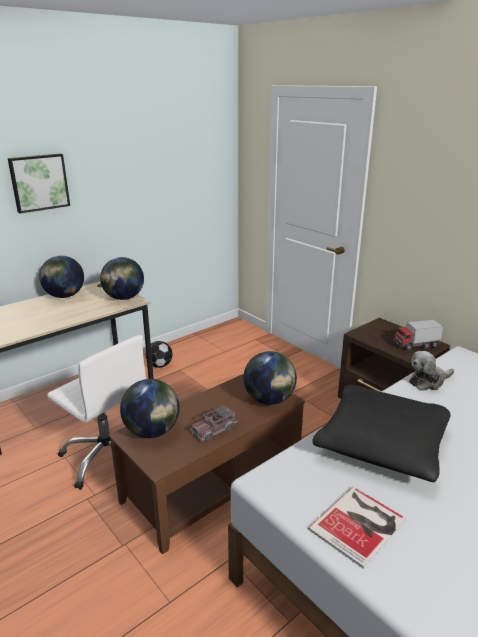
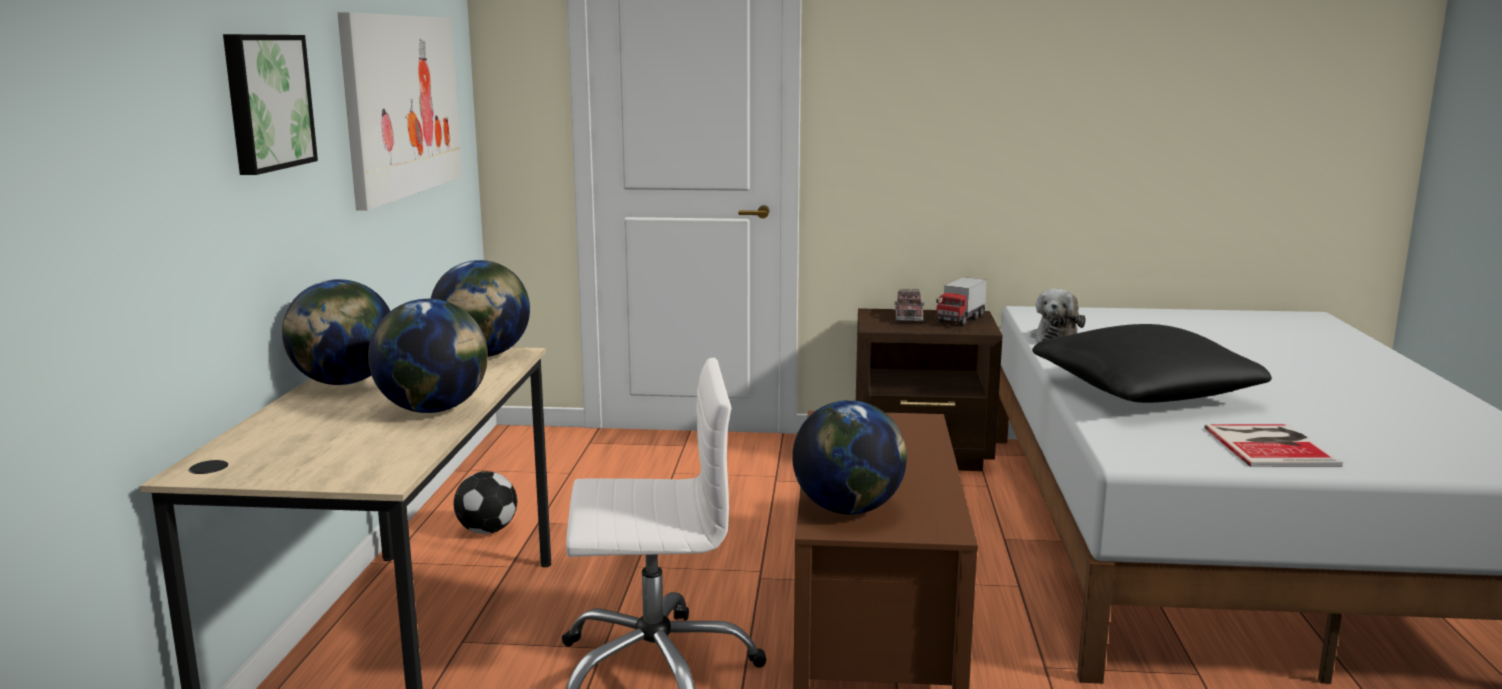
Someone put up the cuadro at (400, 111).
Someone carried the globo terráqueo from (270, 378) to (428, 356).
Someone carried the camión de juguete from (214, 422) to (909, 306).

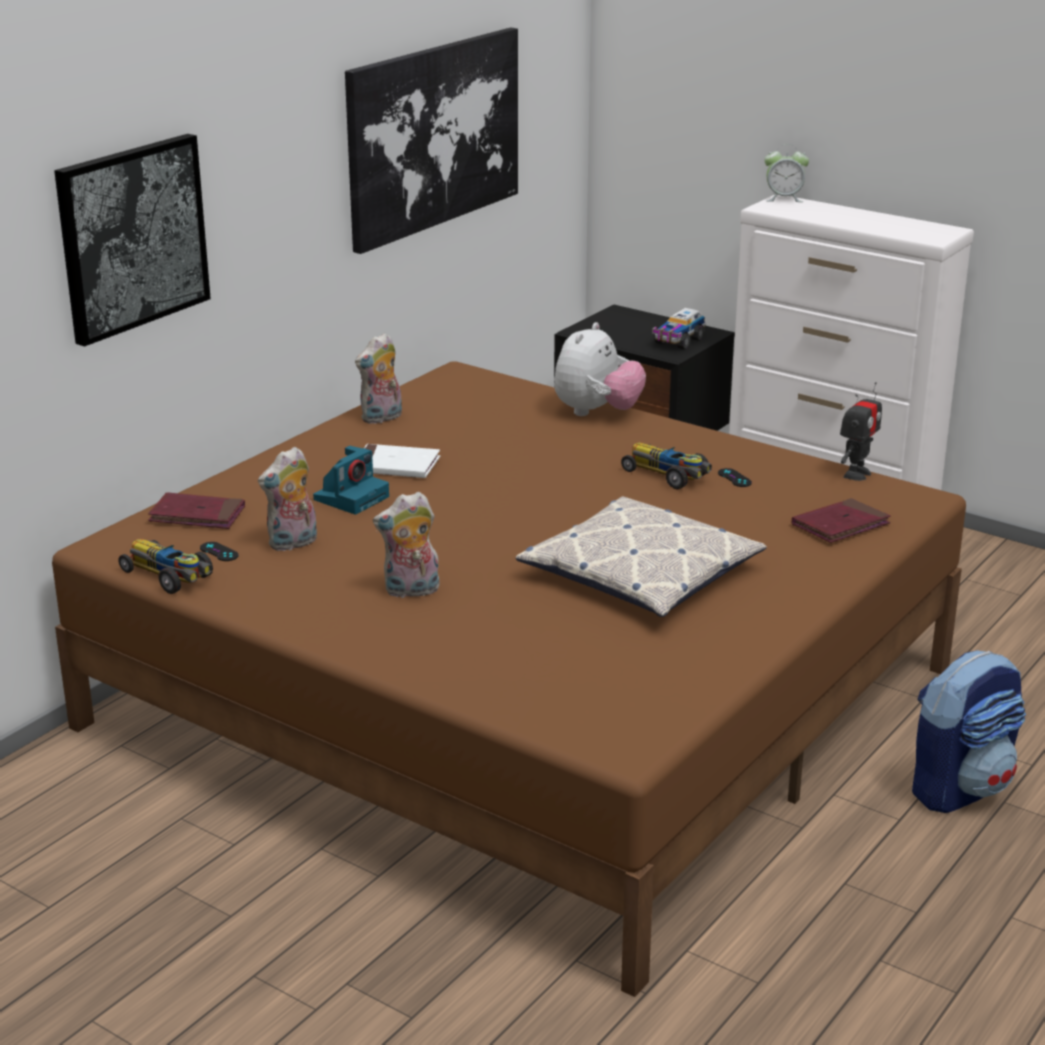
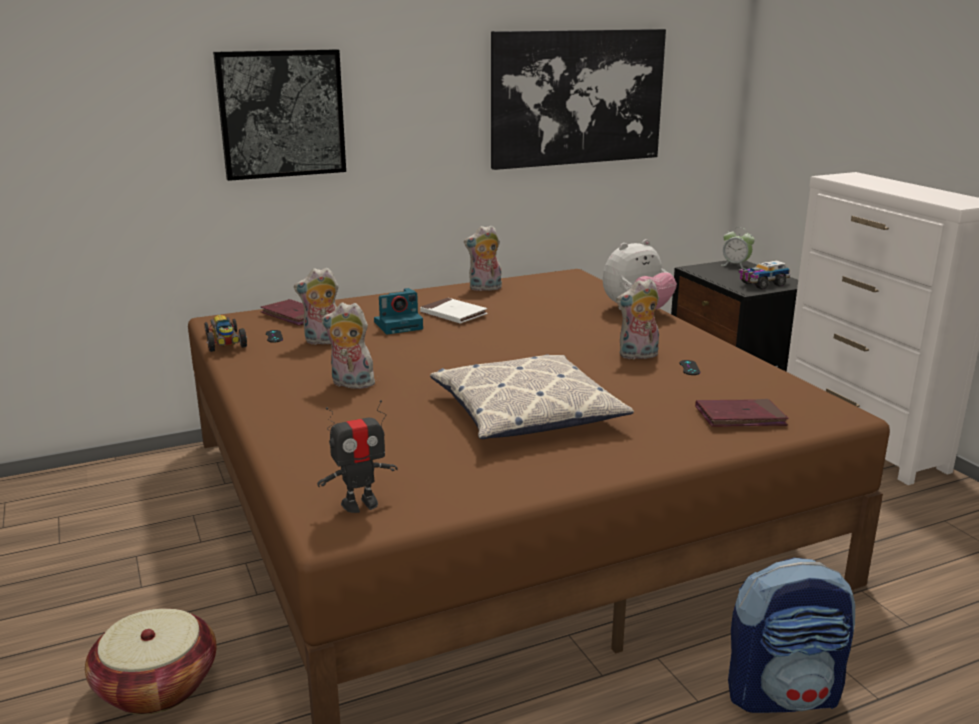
Someone put down the cesta at (151, 661).
Someone carried the robot de juguete from (861, 431) to (357, 456).
Someone swapped the coche de juguete at (666, 466) for the peluche at (637, 319).
Someone carried the despertador from (786, 173) to (738, 248).

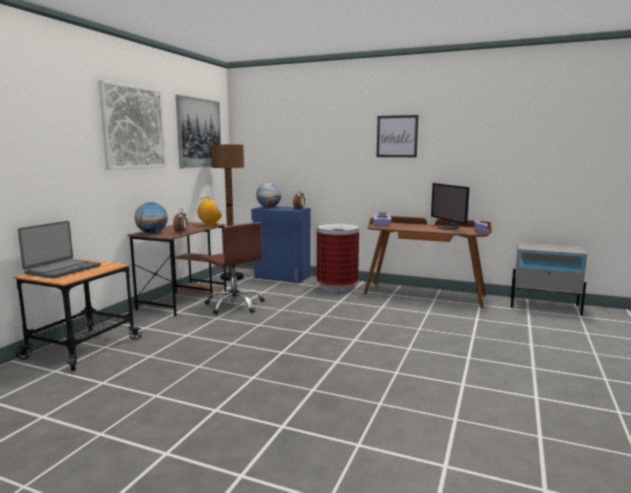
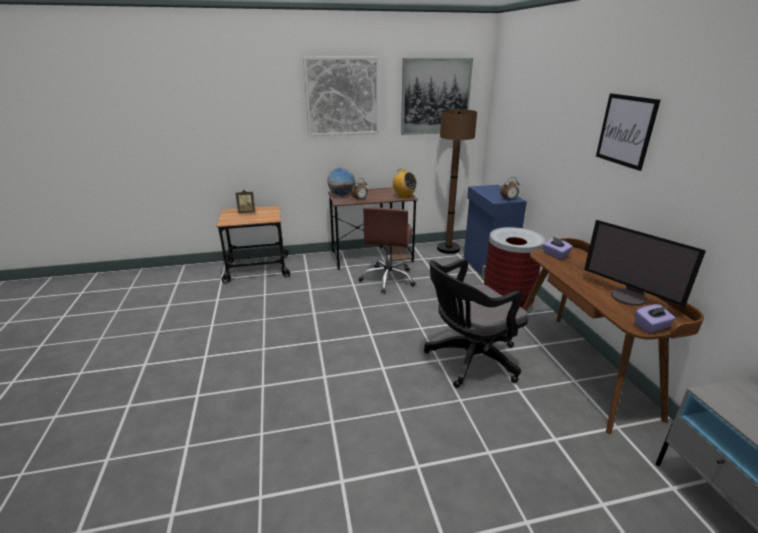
Someone swapped the portátil at (59, 249) for the portarretratos at (245, 201).
Someone put down the silla de oficina (negro) at (476, 323).
Someone rotated the monitor at (450, 206) by 75 degrees counterclockwise.
Someone took away the globo terráqueo at (268, 195).

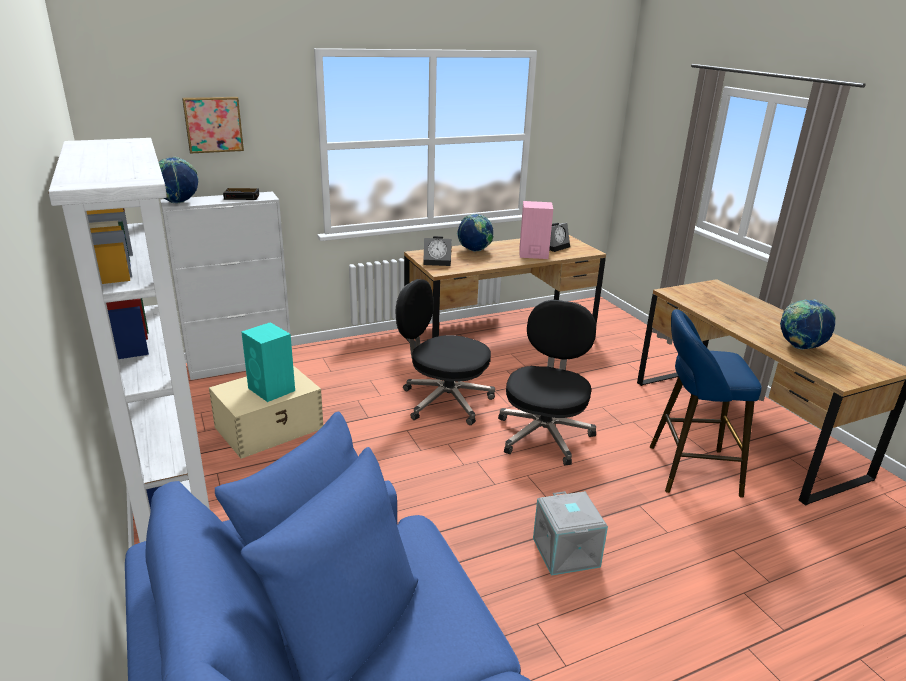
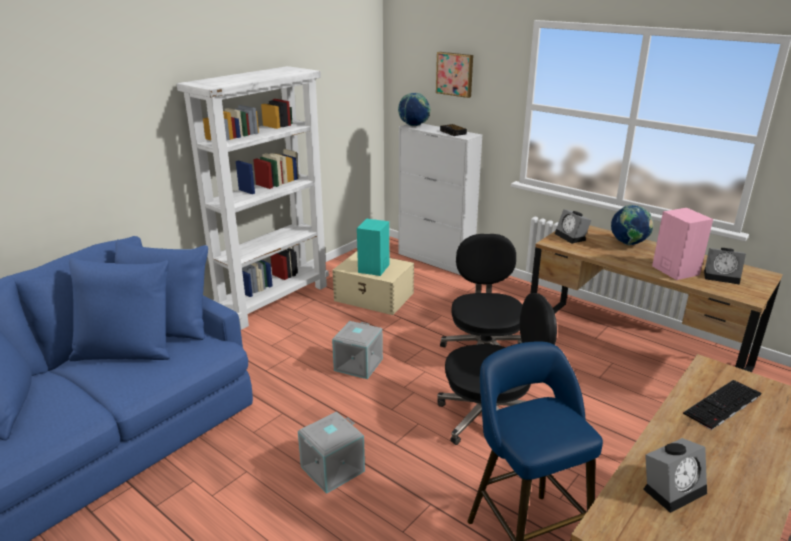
Someone put down the caja de almacenaje (gris) at (357, 350).
Someone swapped the globo terráqueo at (808, 324) for the despertador at (675, 475).
Someone put down the teclado at (722, 405).

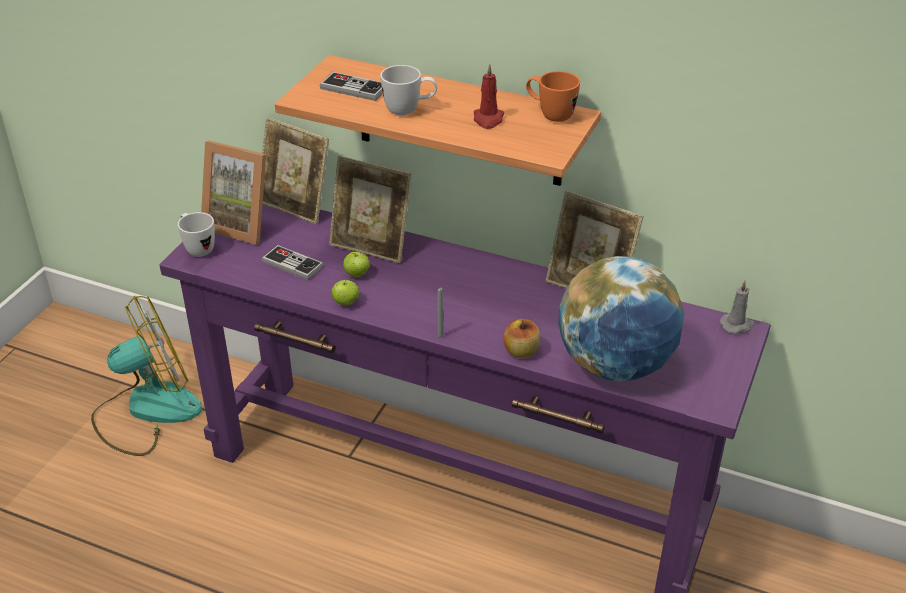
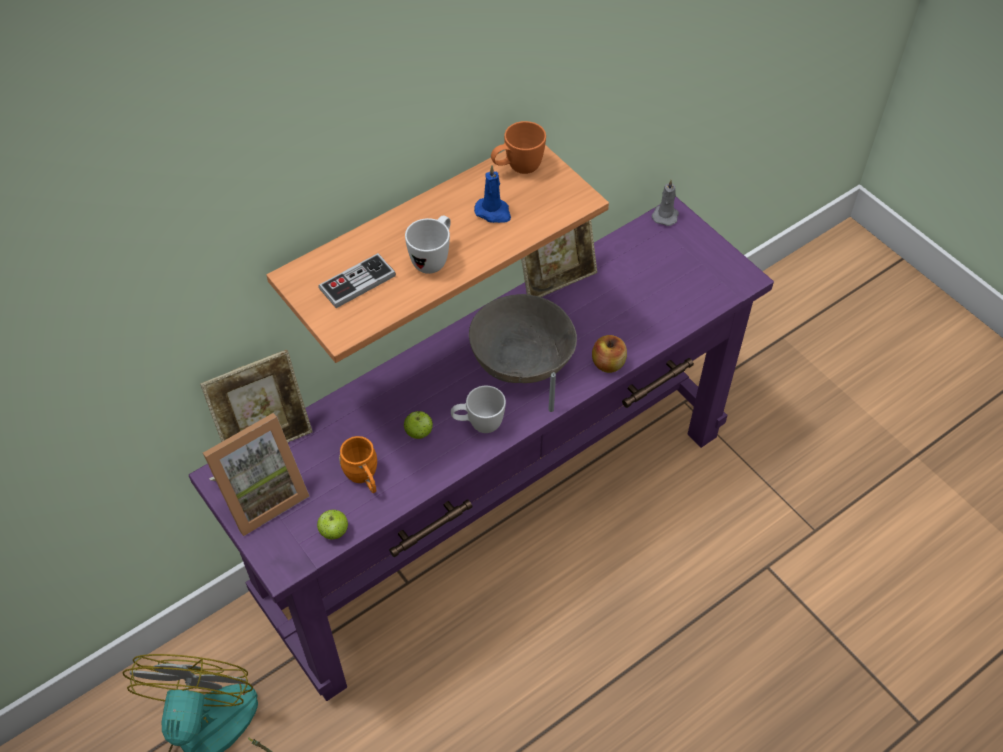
Someone carried the manzana from (345, 292) to (332, 524).
Someone swapped the mando de consola at (293, 262) for the taza grande (naranja) at (358, 464).
Someone carried the taza grande (blanco) from (196, 234) to (478, 409).
Someone put down the cuenco (gris) at (523, 338).
Someone repainted the vela (rojo) at (489, 96), which became the vela (azul) at (492, 194).
Someone took away the portarretratos at (370, 209).
Someone took away the globo terráqueo at (621, 319).

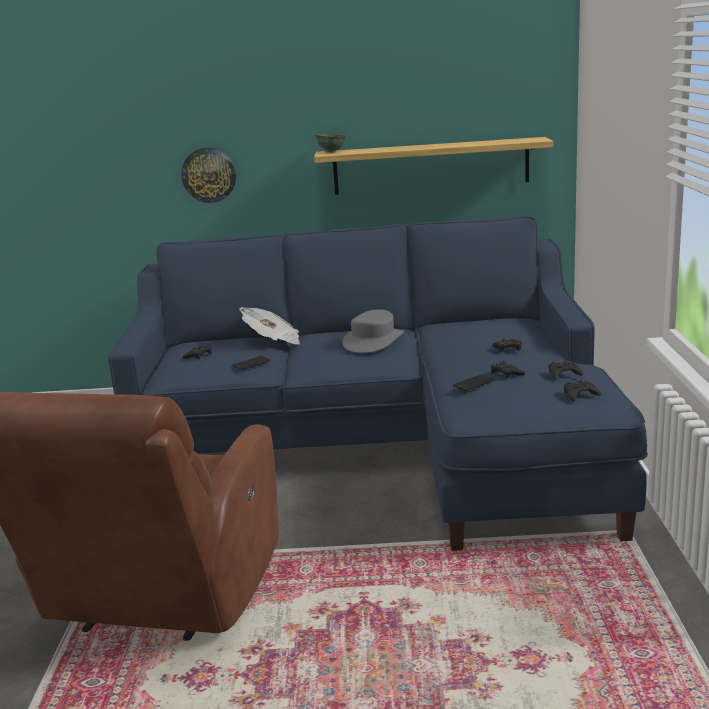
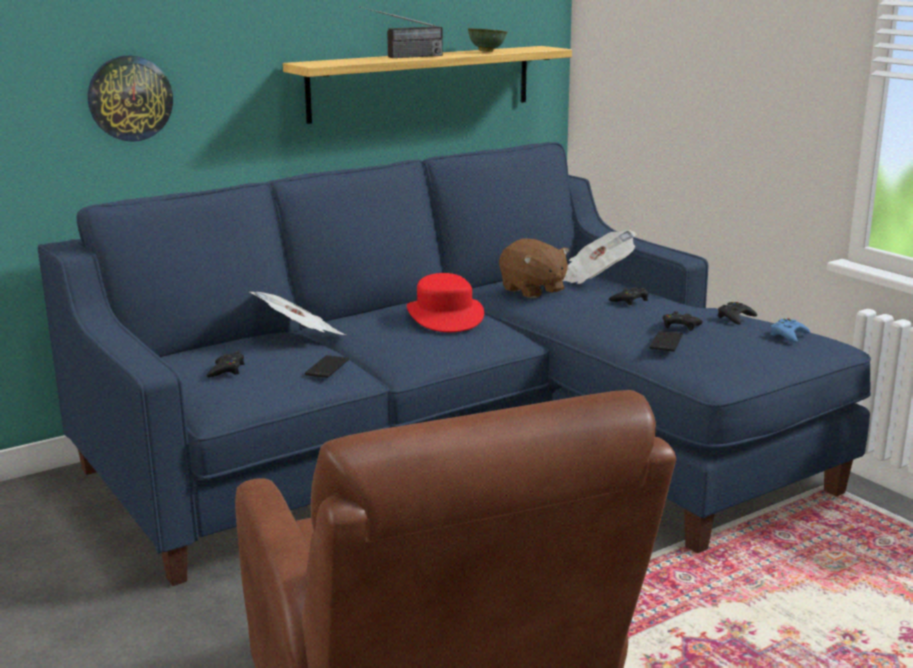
Someone put down the radio at (401, 32).
Someone repainted the sombrero (gris) at (373, 331), which became the sombrero (rojo) at (445, 302).
Someone carried the cuenco (verde) from (330, 143) to (487, 40).
Someone put down the peluche (marrón) at (534, 268).
Someone put down the periódico at (599, 257).
Someone repainted the mando de consola (negro) at (582, 390), which became the mando de consola (azul) at (790, 330).

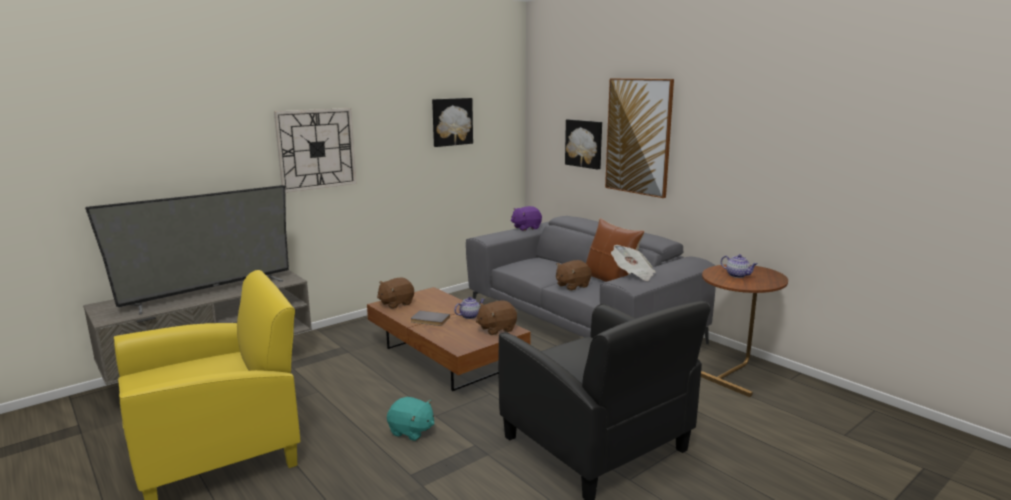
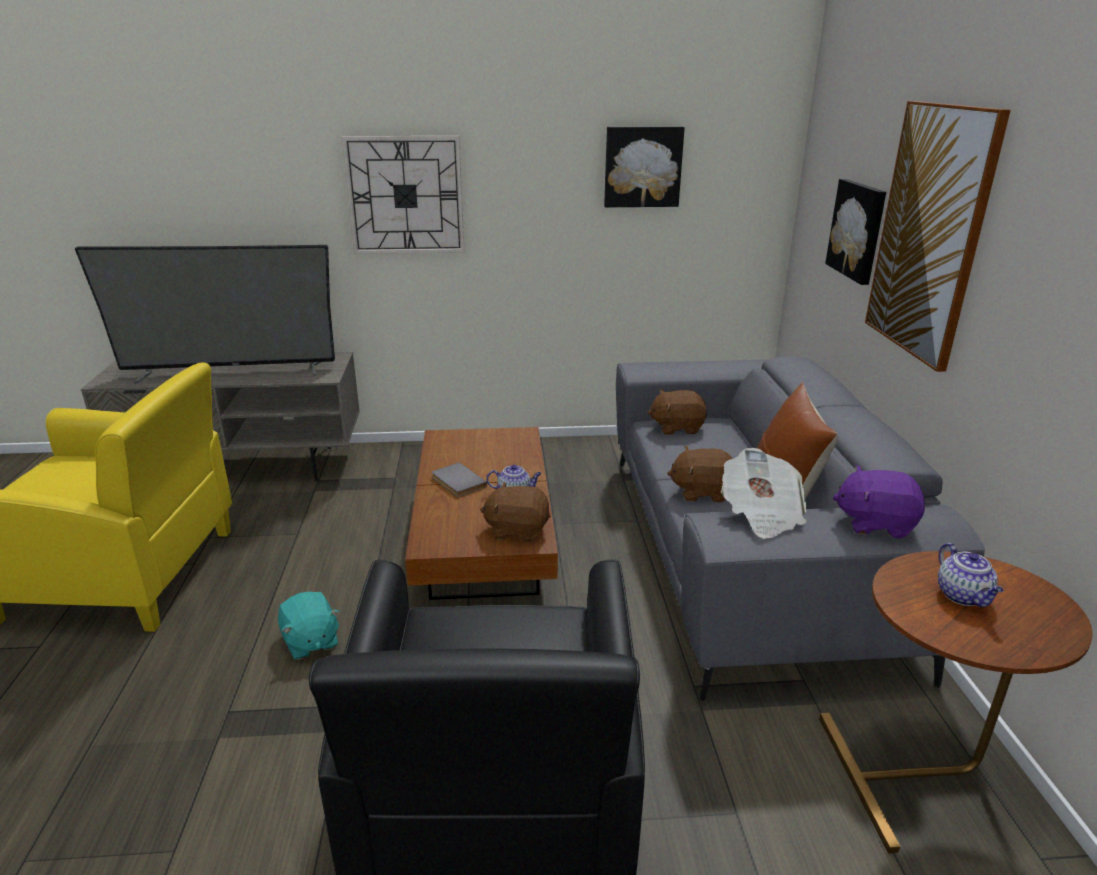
Someone carried the peluche (marrón) from (395, 293) to (677, 412).
Someone carried the peluche (morado) from (526, 218) to (879, 501).

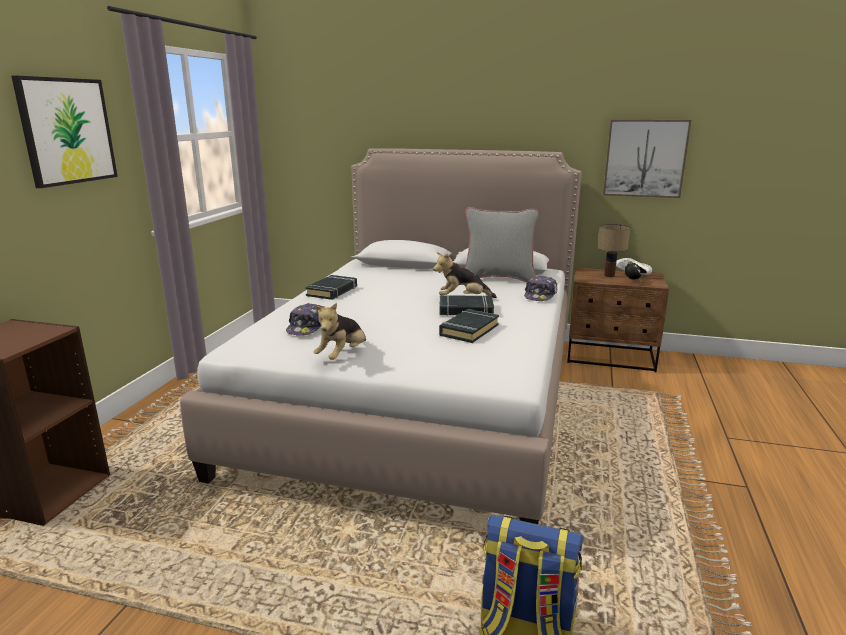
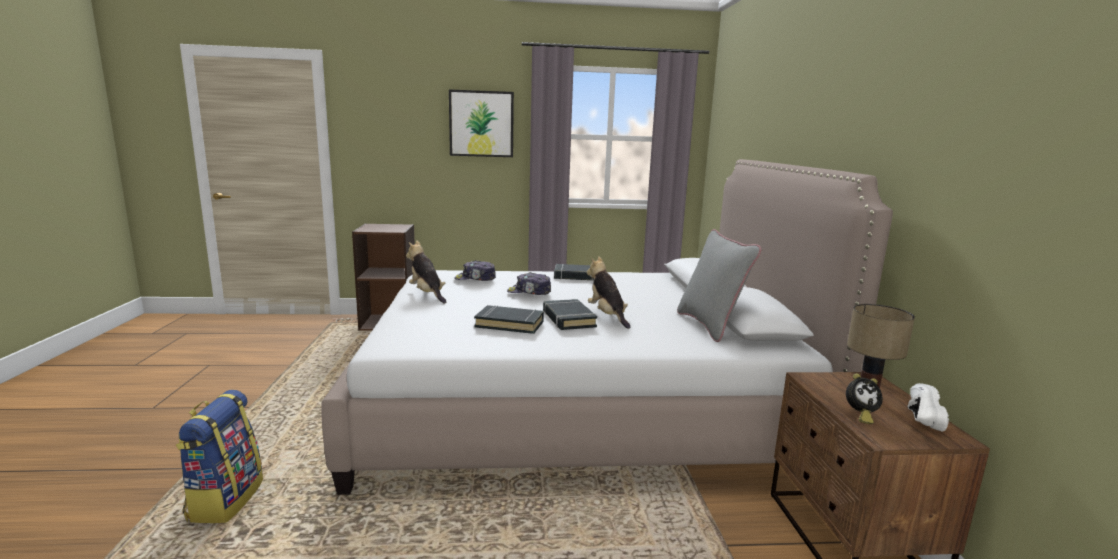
Someone rotated the peluche at (339, 331) by 45 degrees clockwise.
Someone carried the gorra from (541, 288) to (529, 283).
Someone took away the cuadro at (647, 158).

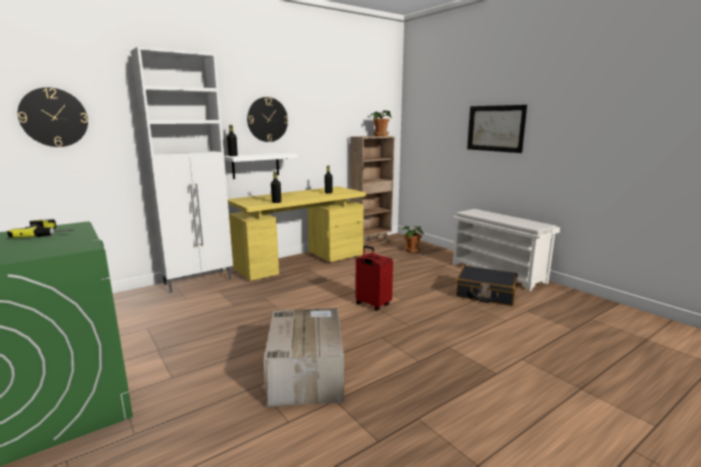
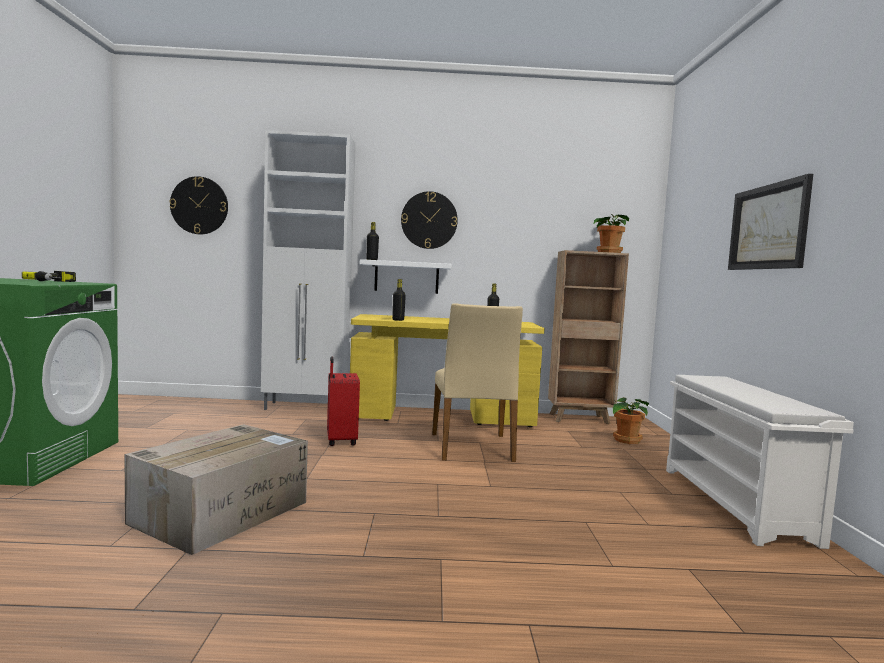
Someone carried the maleta (rojo) from (374, 278) to (343, 401).
Someone put down the silla (beis) at (477, 382).
Someone took away the maleta (negro) at (487, 286).

